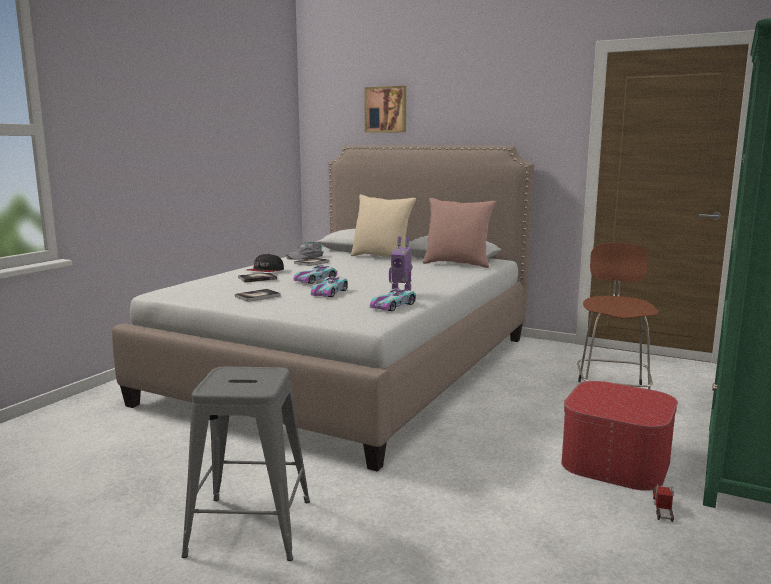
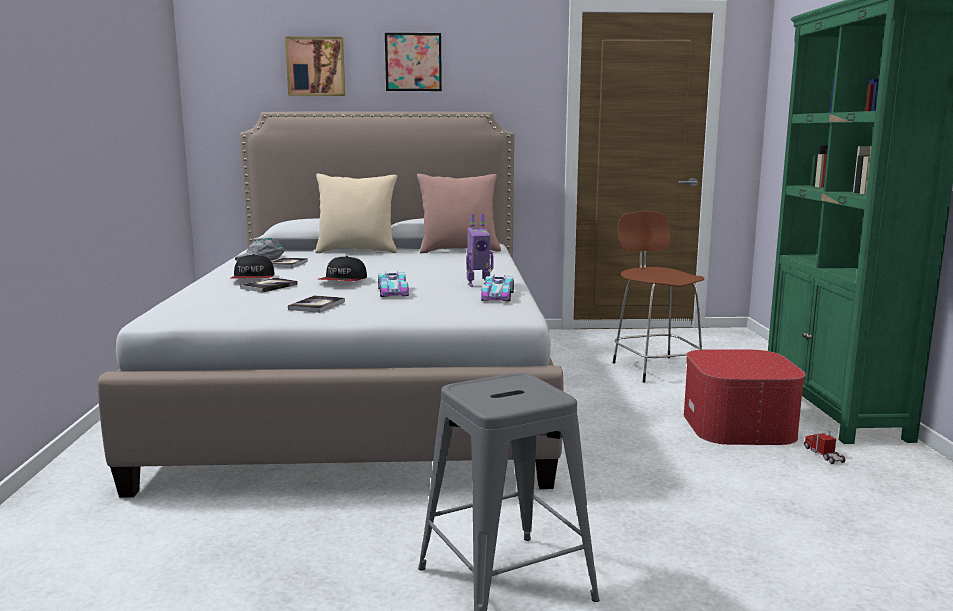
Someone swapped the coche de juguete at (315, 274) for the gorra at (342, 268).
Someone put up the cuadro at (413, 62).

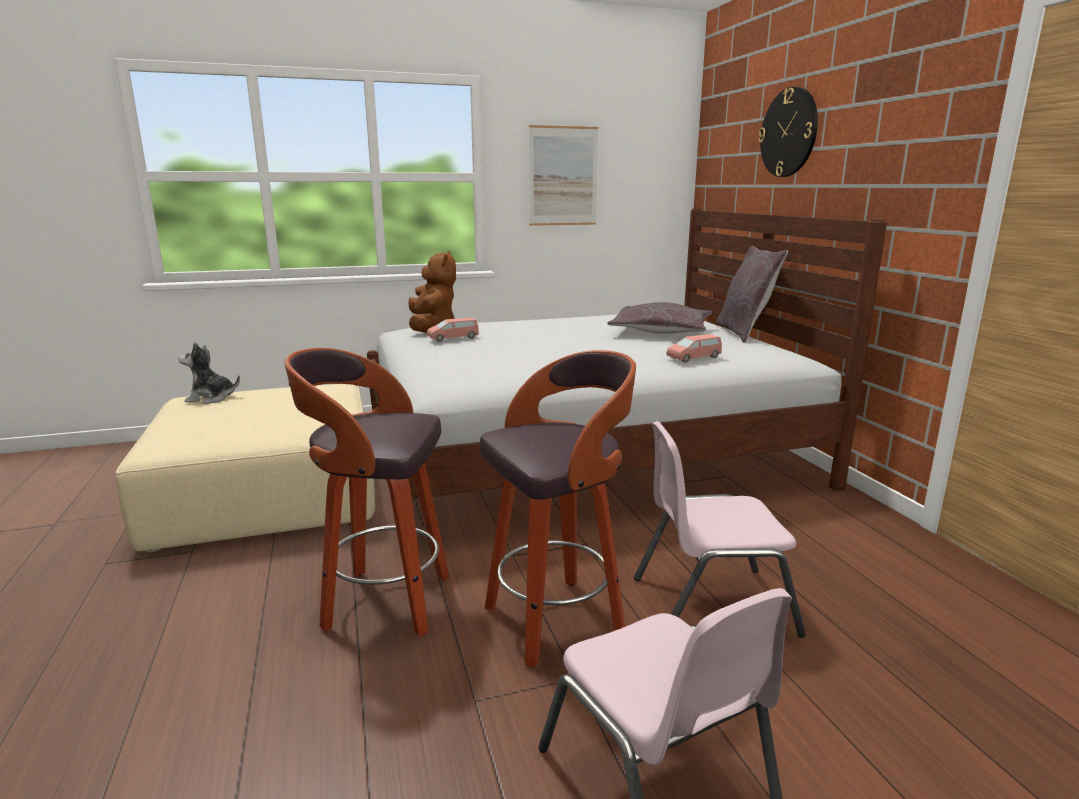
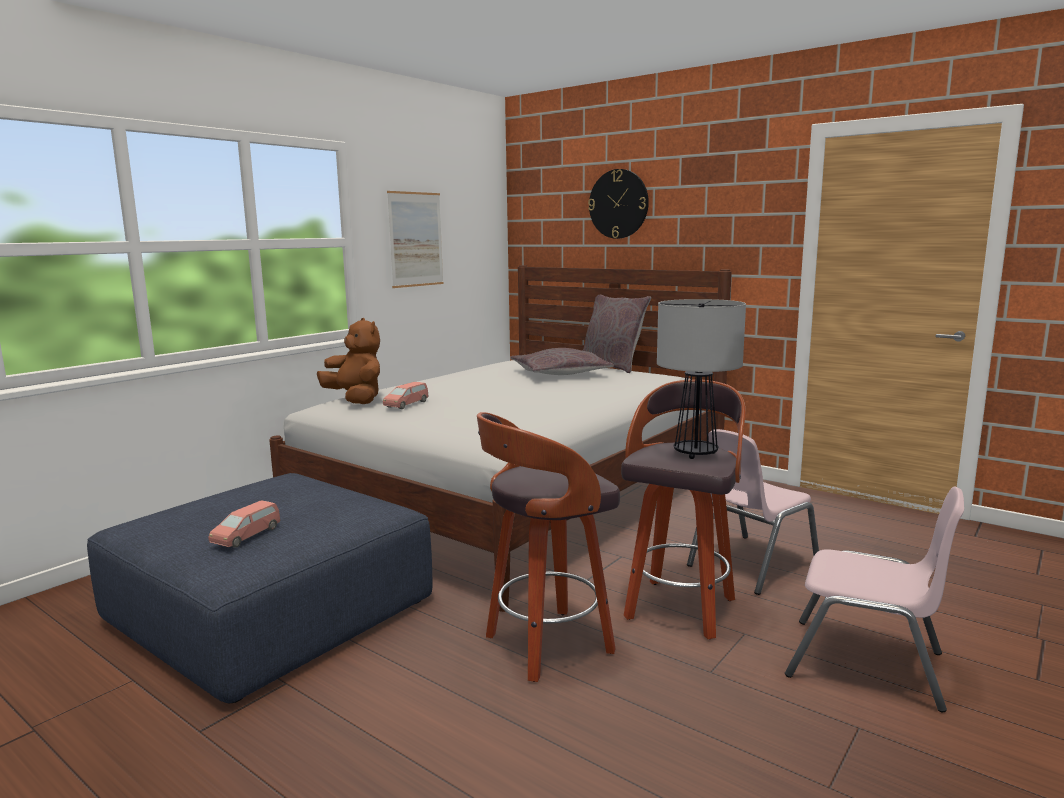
Someone repainted the puf (beis) at (245, 468), which became the puf (azul) at (259, 588).
Someone carried the coche de juguete (rosa) from (694, 348) to (244, 524).
Someone put down the lámpara de mesa at (701, 379).
Someone took away the peluche at (209, 373).

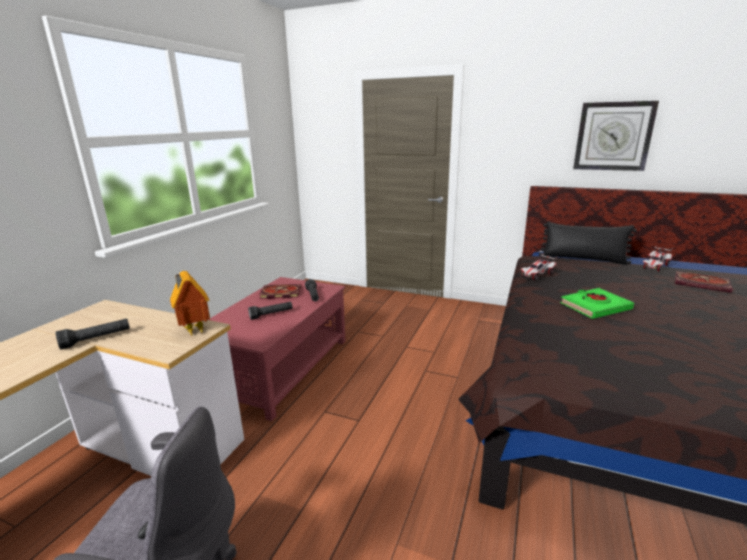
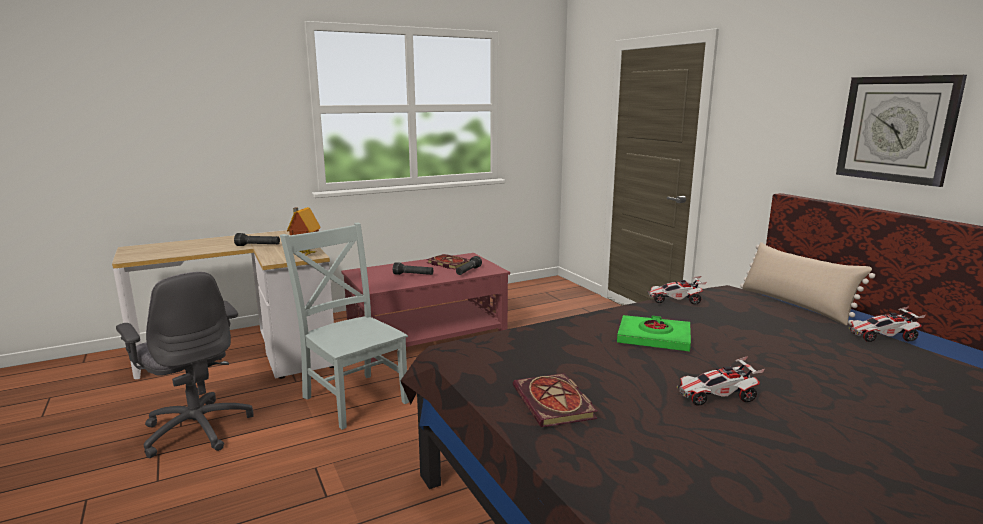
Someone put down the silla (gris) at (344, 326).
Someone carried the libro from (704, 282) to (555, 400).
Someone put down the coche de juguete at (720, 381).
Someone repainted the cojín (negro) at (588, 243), which became the cojín (beis) at (807, 284).

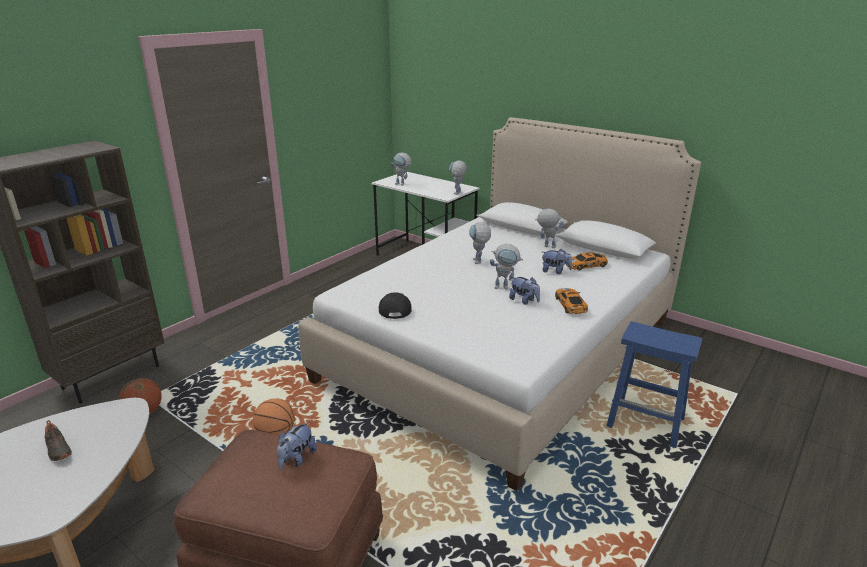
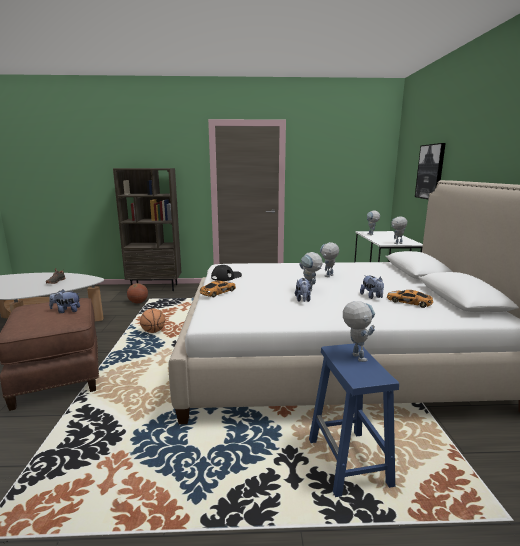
Someone carried the coche de juguete from (571, 301) to (218, 289).
Someone carried the robot de juguete from (549, 228) to (359, 331).
Someone put up the cuadro at (430, 171).

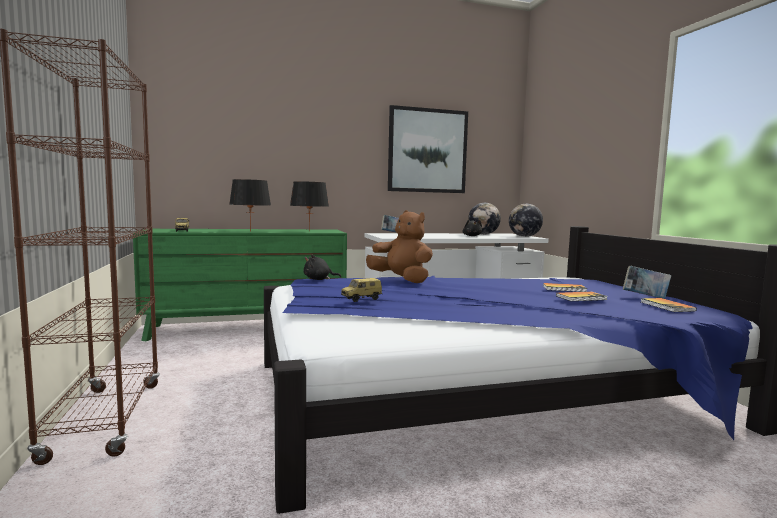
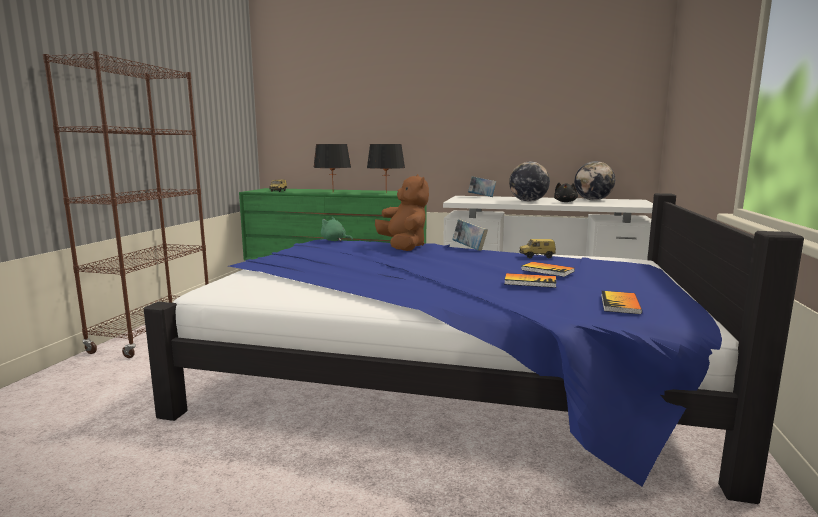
Someone repainted the peluche (negro) at (322, 267), which became the peluche (verde) at (337, 229).
Someone carried the libro from (647, 282) to (470, 235).
Someone carried the globo terráqueo from (526, 220) to (529, 182).
Someone carried the coche de juguete from (361, 290) to (537, 249).
Someone took away the cuadro at (428, 149).

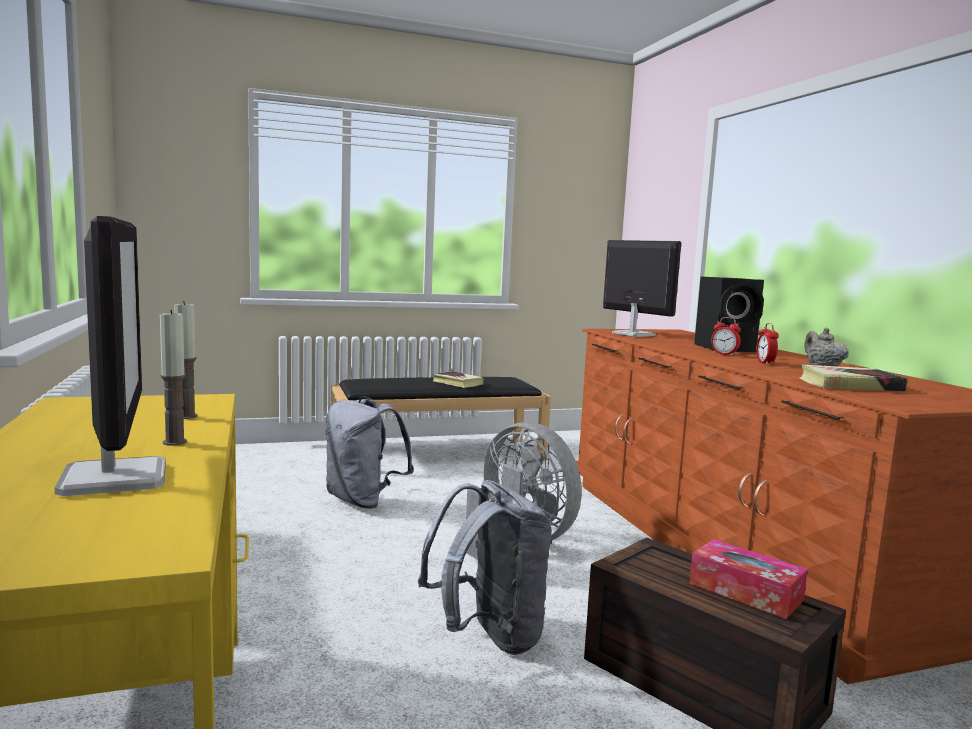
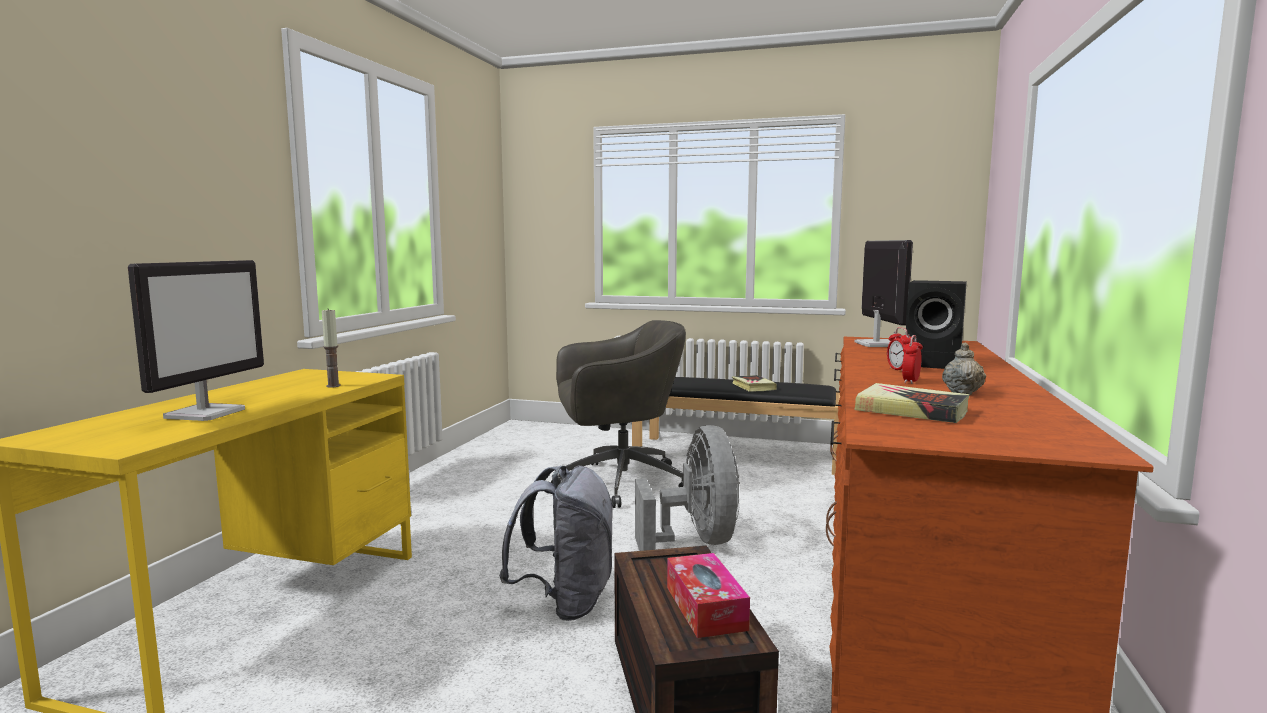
Someone swapped the mochila (gris) at (369, 452) for the silla de oficina (gris) at (618, 414).
Someone took away the vela at (173, 378).

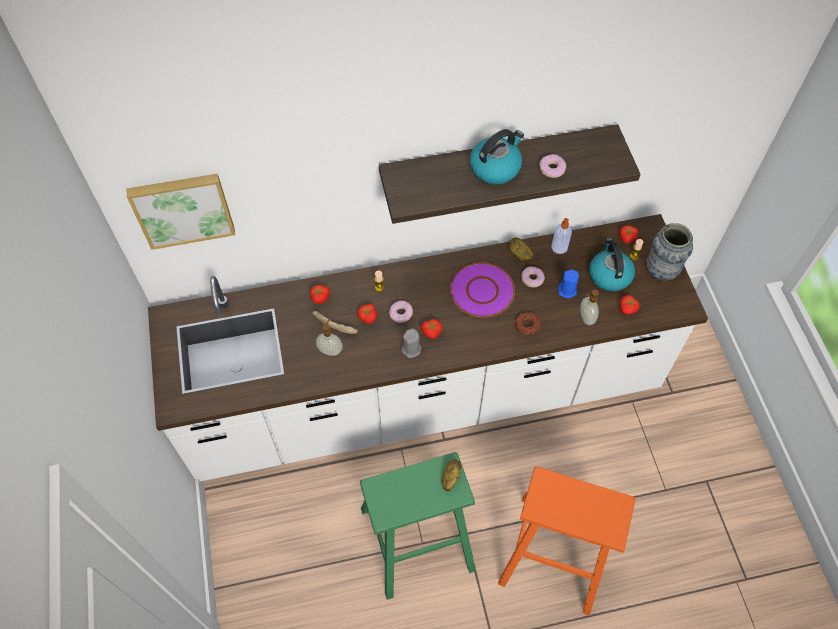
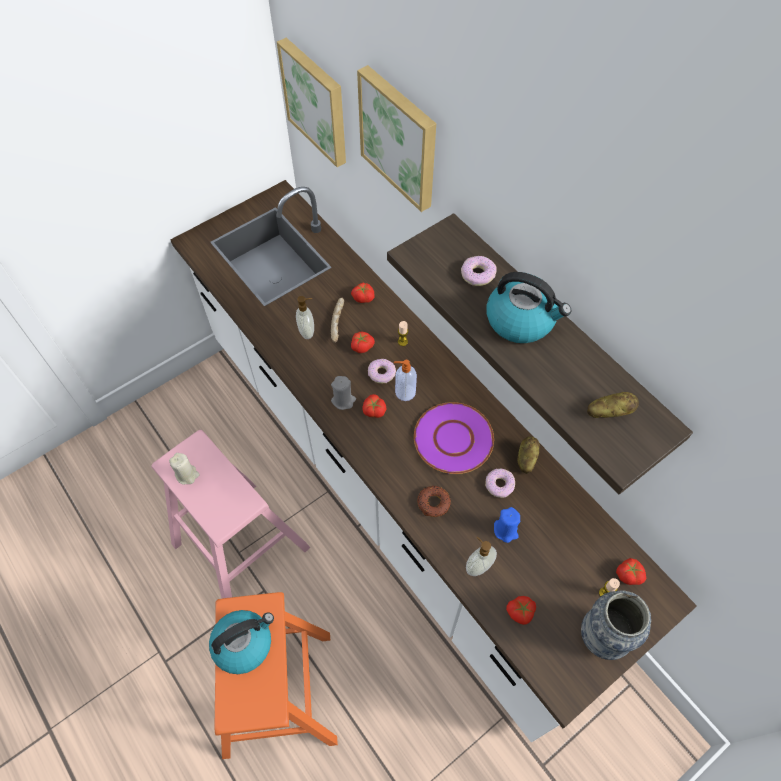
Someone repainted the taburete (verde) at (418, 526), which became the taburete (rosa) at (231, 514).
Someone put down the vela (beis) at (184, 468).
Someone carried the hervidor from (612, 264) to (241, 642).
Someone put up the cuadro at (396, 138).
Someone carried the dispensador de jabón from (561, 236) to (405, 380).
Someone carried the rosquilla from (552, 166) to (479, 271).
Someone carried the patata from (452, 475) to (613, 405).

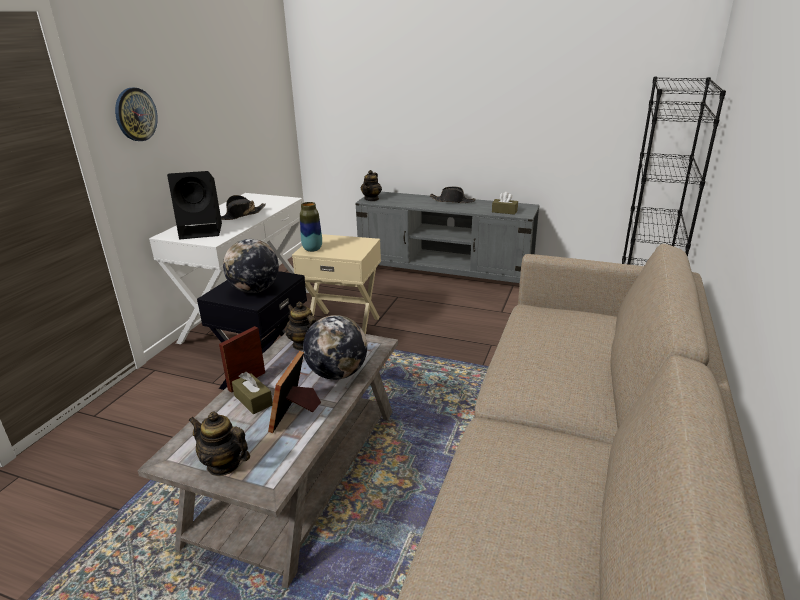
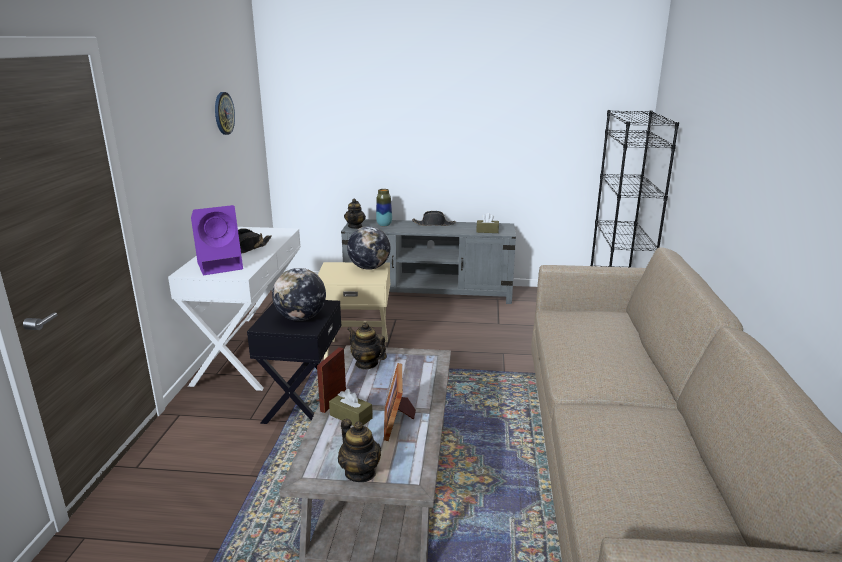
Someone repainted the altavoz (negro) at (194, 205), which became the altavoz (morado) at (217, 240).
Someone carried the reloj de pared from (136, 114) to (225, 113).
Someone rotated the tetera at (219, 444) by 135 degrees counterclockwise.
Someone carried the globo terráqueo from (335, 347) to (368, 248).
Someone carried the florero from (311, 227) to (384, 207).

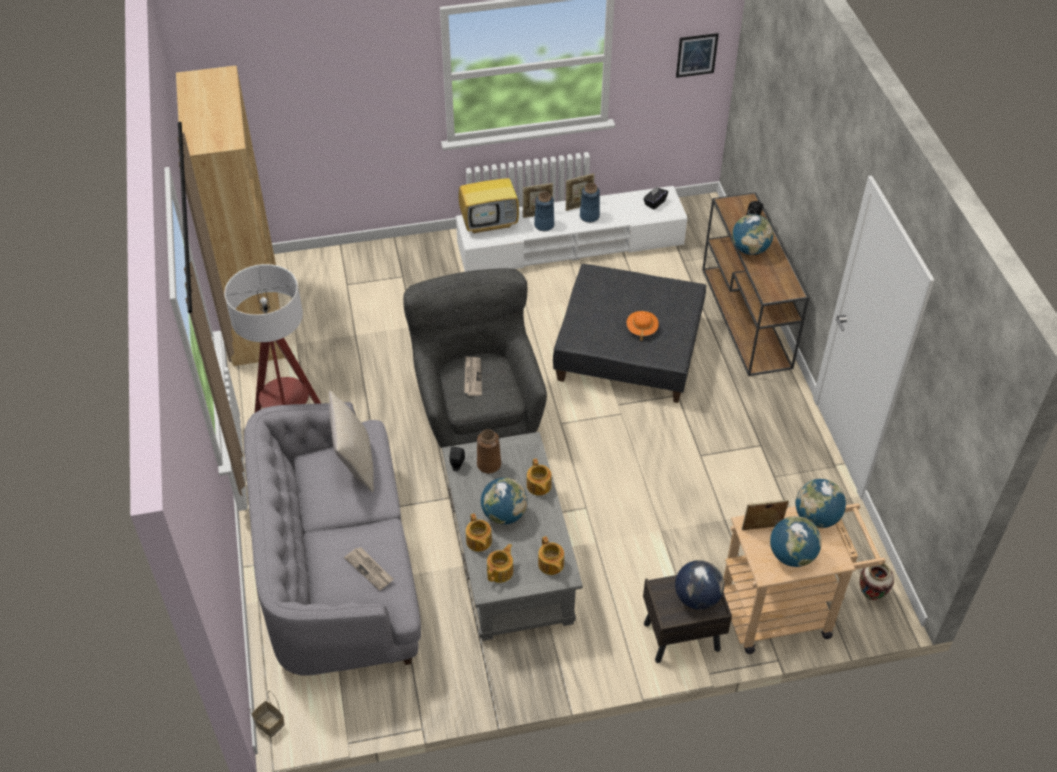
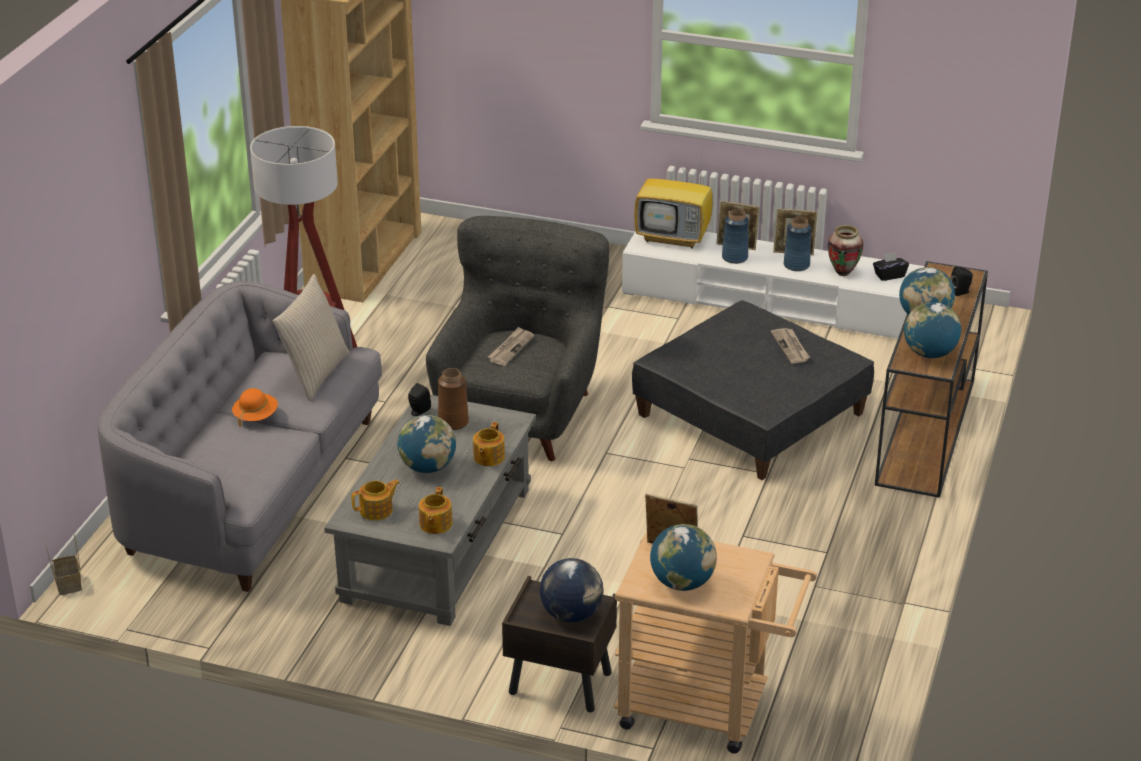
Someone carried the sombrero (naranja) from (643, 326) to (255, 407).
Someone carried the periódico from (368, 569) to (790, 346).
Someone carried the florero from (877, 581) to (846, 250).
Someone carried the globo terráqueo from (820, 503) to (932, 330).
Someone took away the tetera at (479, 532).
Someone took away the cuadro at (697, 55).

